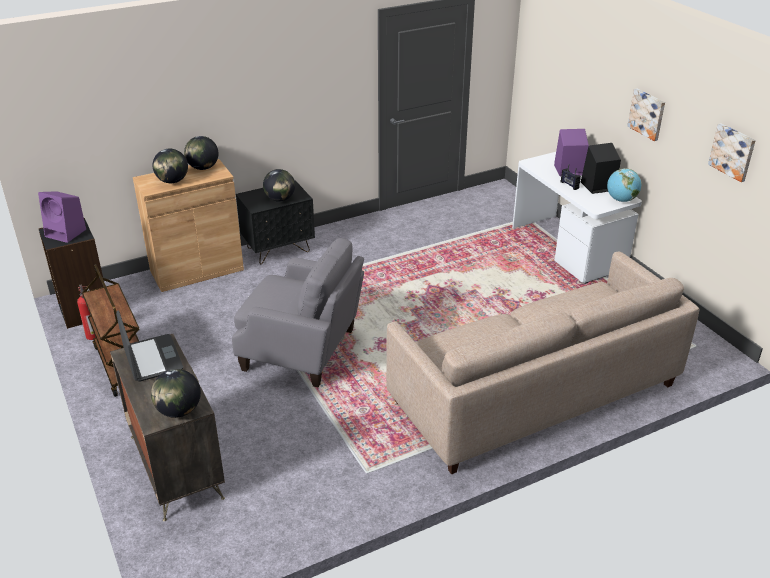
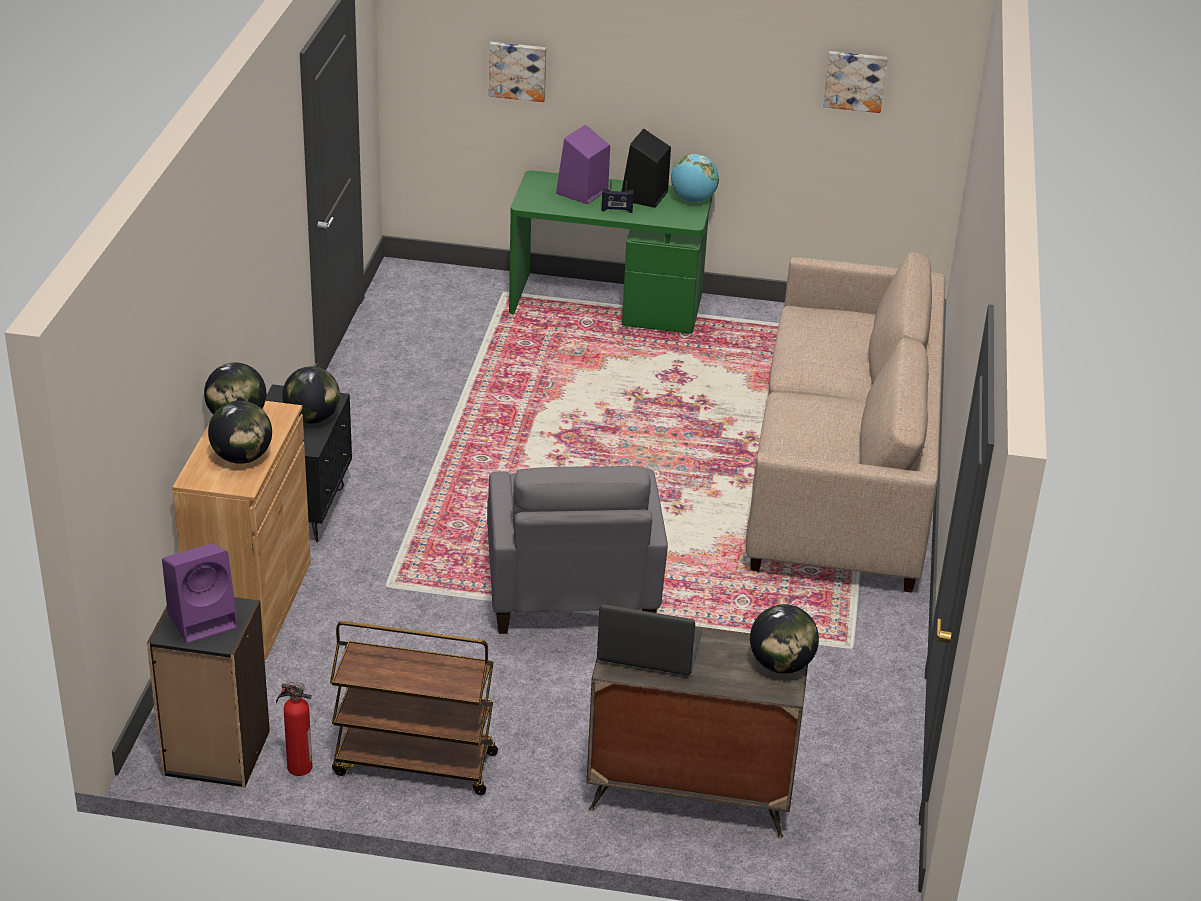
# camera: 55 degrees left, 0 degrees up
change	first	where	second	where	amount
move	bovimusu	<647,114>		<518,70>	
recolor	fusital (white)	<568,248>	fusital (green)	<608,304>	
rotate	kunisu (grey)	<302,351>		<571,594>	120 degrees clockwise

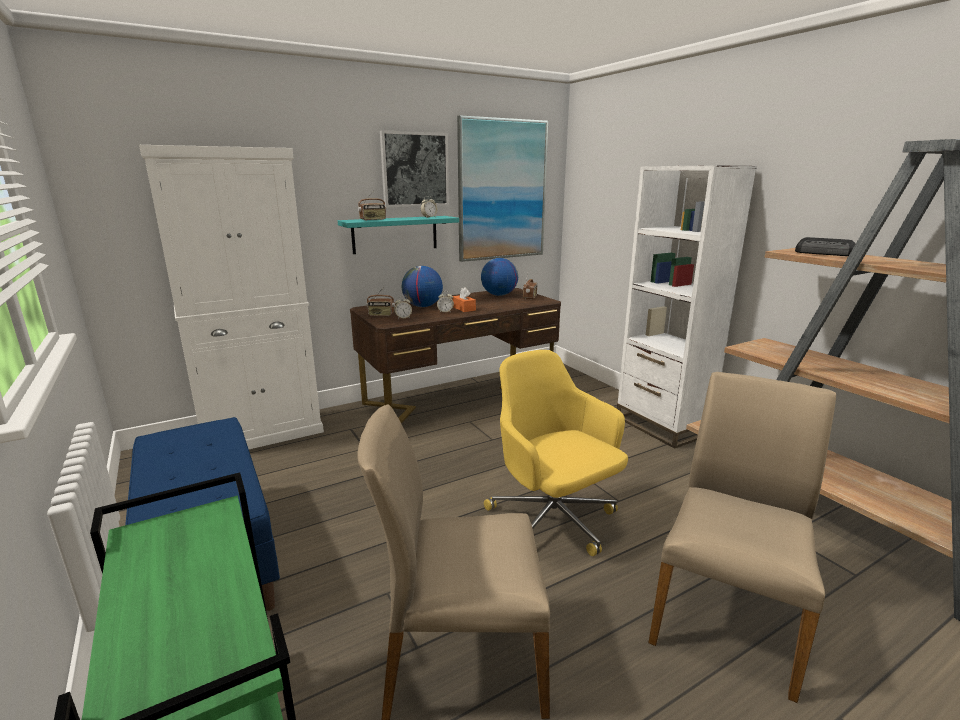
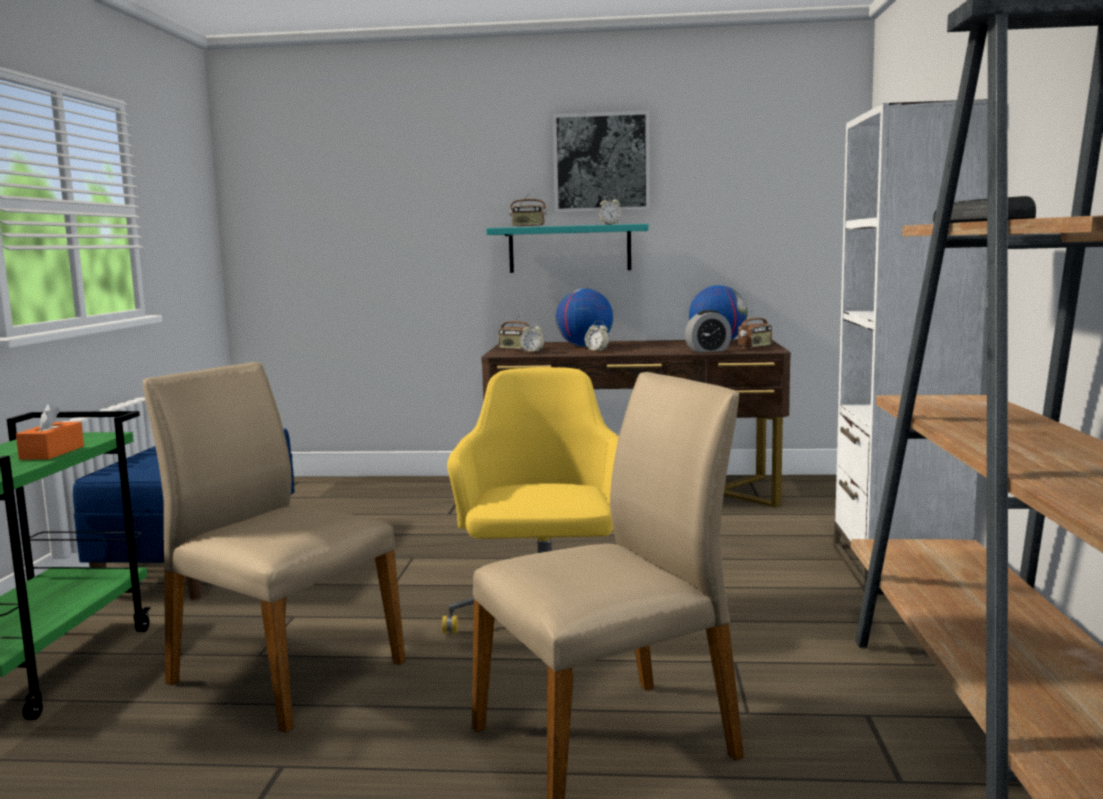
# camera: 35 degrees right, 10 degrees down
change	first	where	second	where	amount
delete	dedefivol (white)	<262,433>			
delete	bovimusu	<502,190>			
insert			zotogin	<708,350>	
move	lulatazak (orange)	<464,308>		<52,452>	

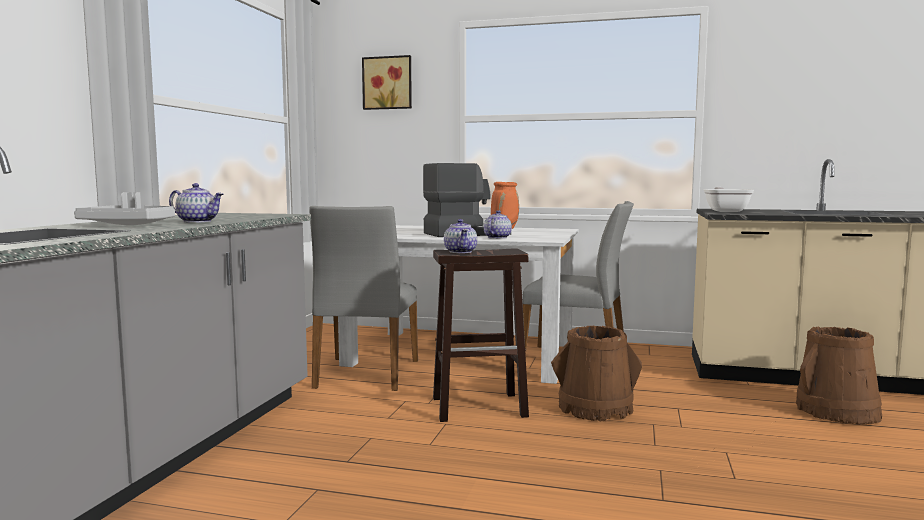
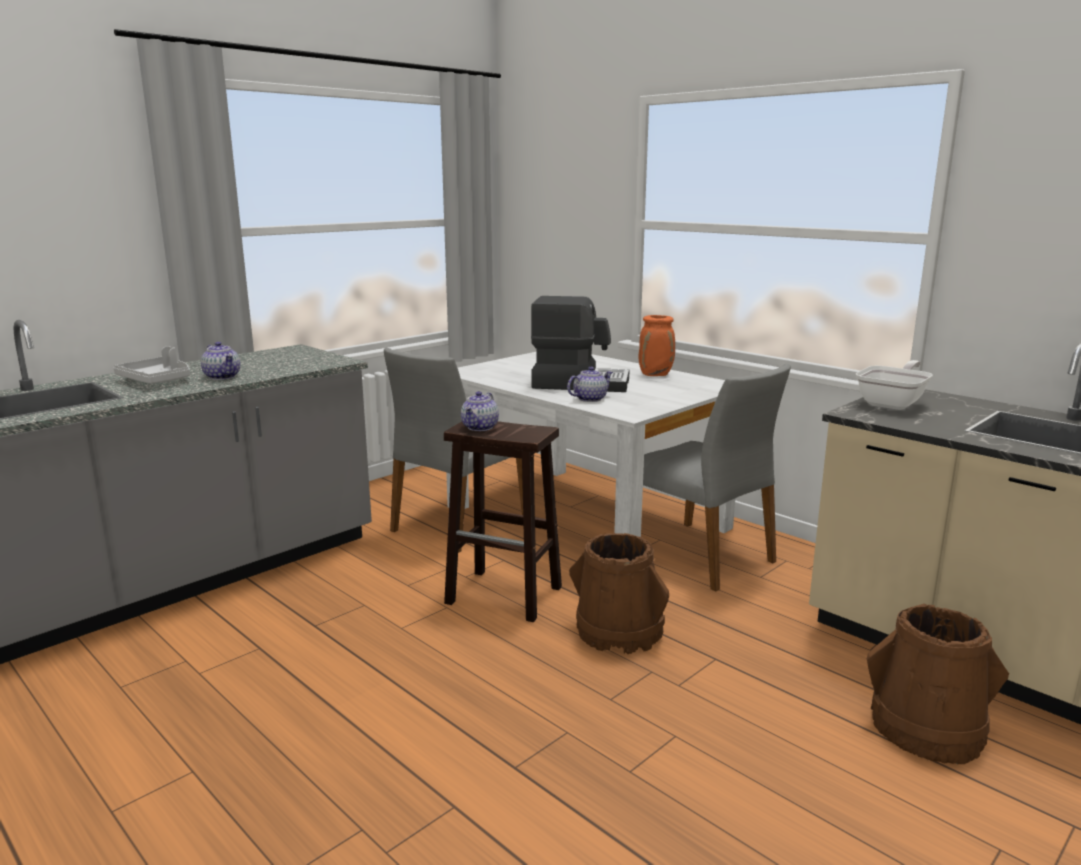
# camera: 30 degrees right, 10 degrees up
change	first	where	second	where	amount
delete	bovimusu	<388,83>			

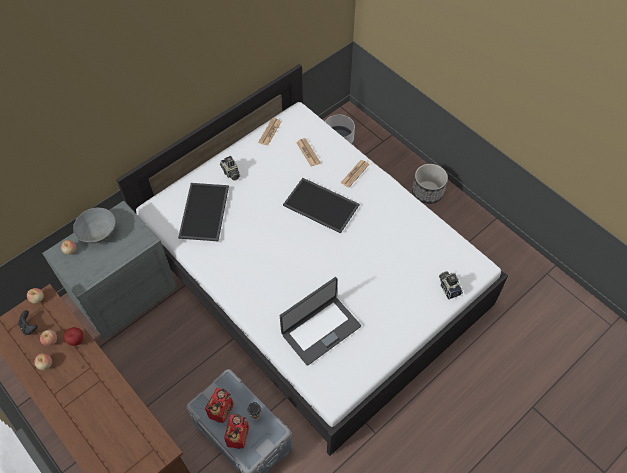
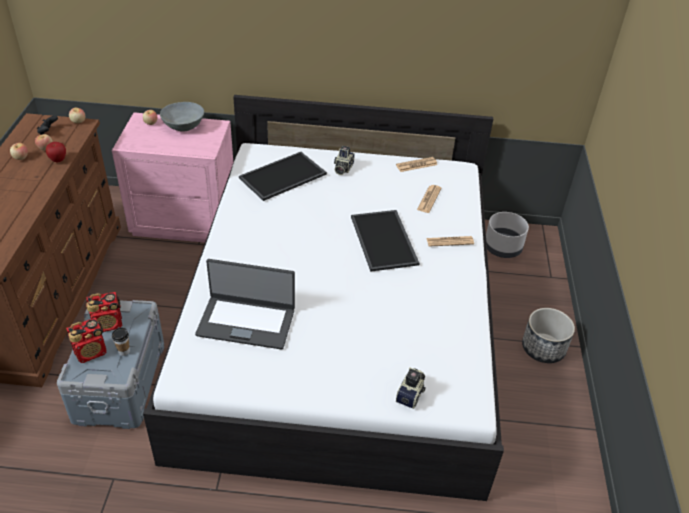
# camera: 45 degrees right, 15 degrees down
change	first	where	second	where	amount
recolor	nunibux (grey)	<125,294>	nunibux (pink)	<185,220>	

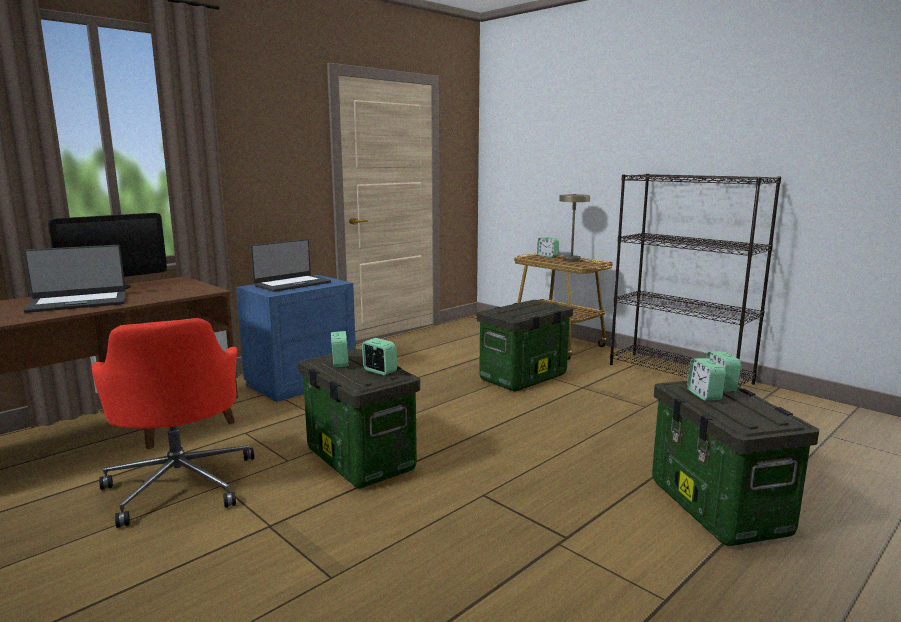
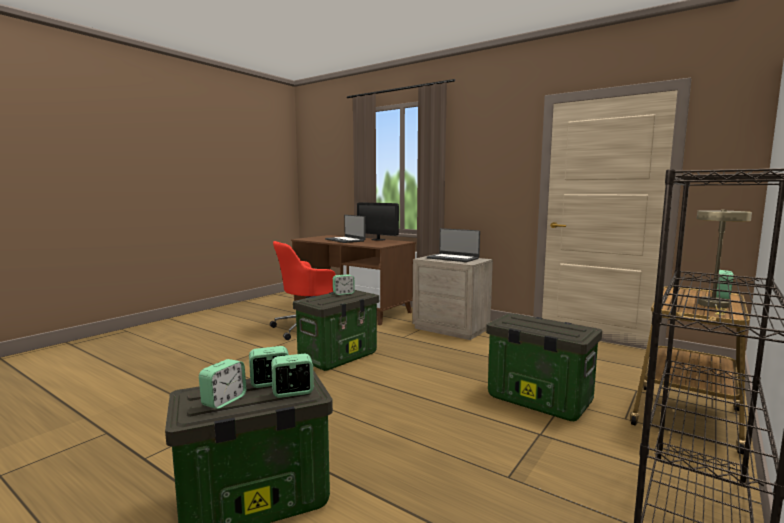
# camera: 80 degrees right, 5 degrees down
change	first	where	second	where	amount
move	zotogin	<379,371>		<224,401>	
recolor	nunibux (blue)	<300,382>	nunibux (beige)	<451,328>	

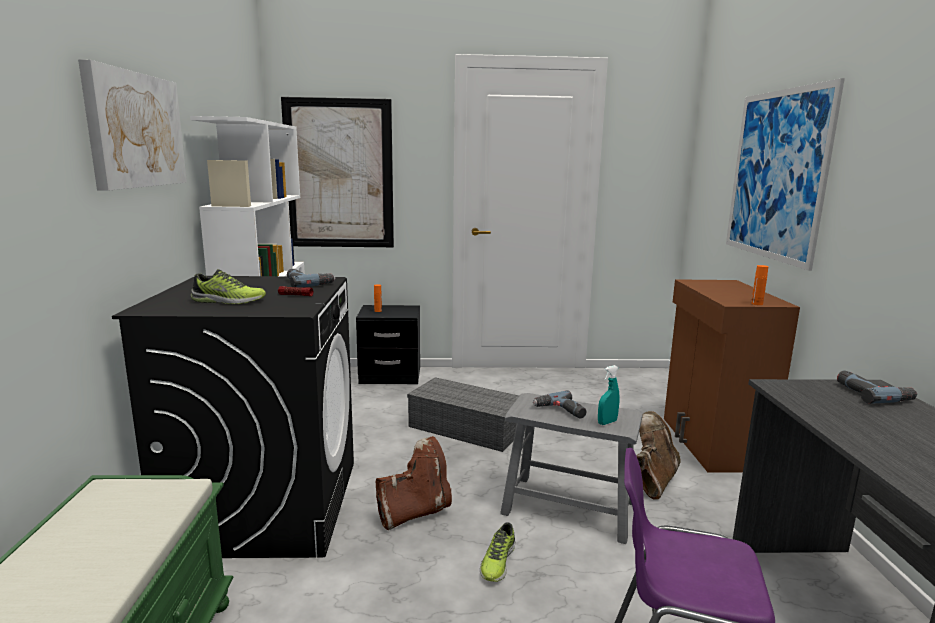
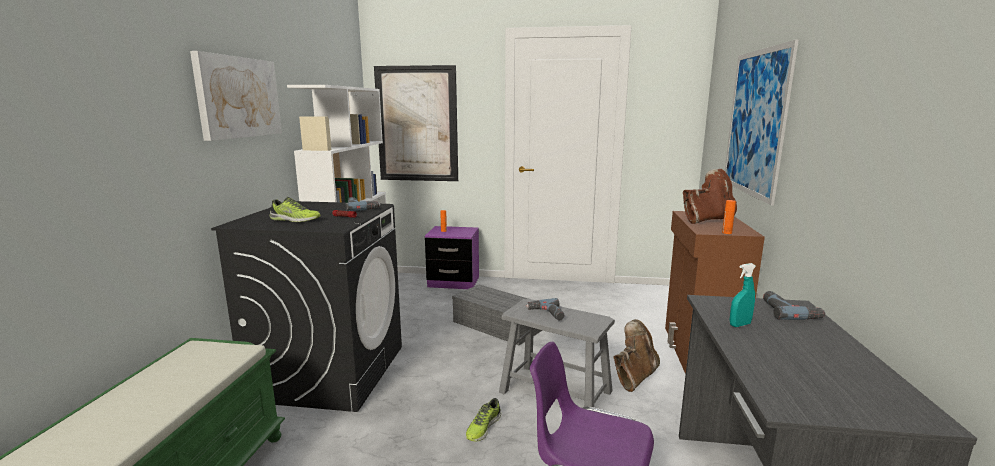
# camera: 10 degrees right, 0 degrees up
change	first	where	second	where	amount
move	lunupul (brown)	<415,512>		<707,219>	
move	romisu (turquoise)	<607,422>		<740,325>	
recolor	nunibux (black)	<390,376>	nunibux (purple)	<453,282>	

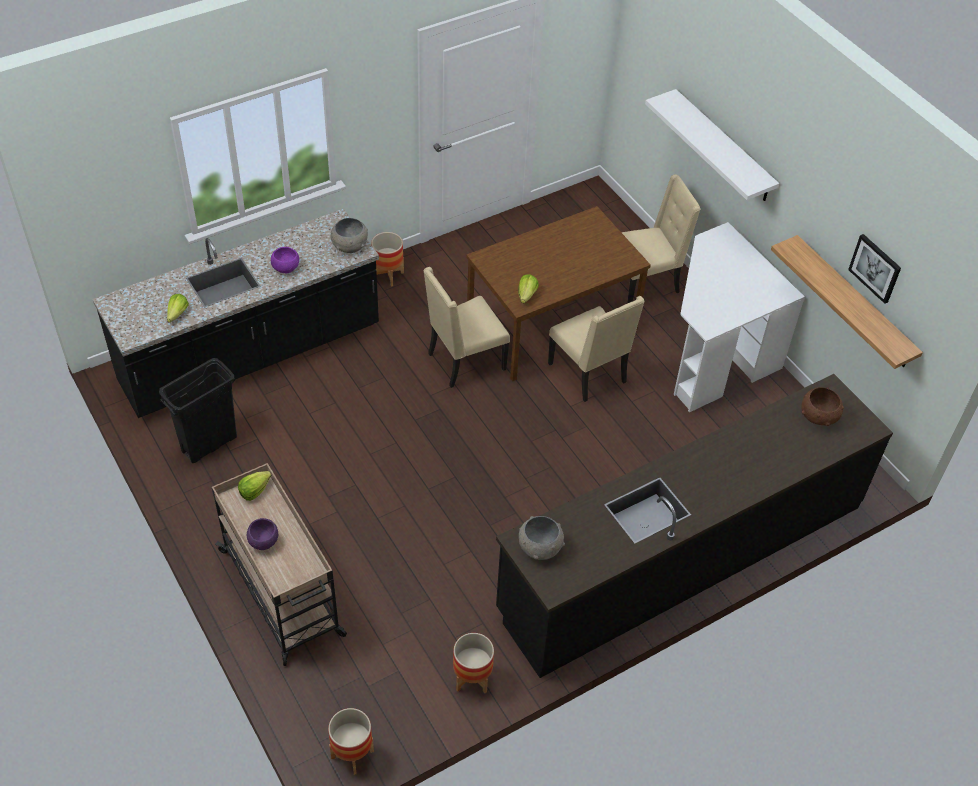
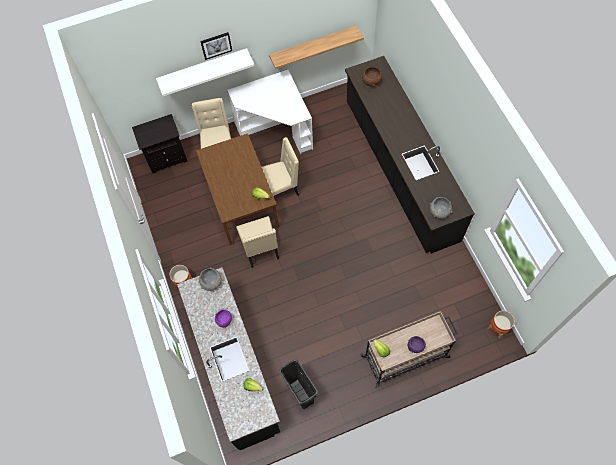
# camera: 75 degrees left, 15 degrees up
change	first	where	second	where	amount
delete	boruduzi	<472,678>			
insert			nunibux (black)	<167,157>	
move	bovimusu	<875,268>		<216,45>	

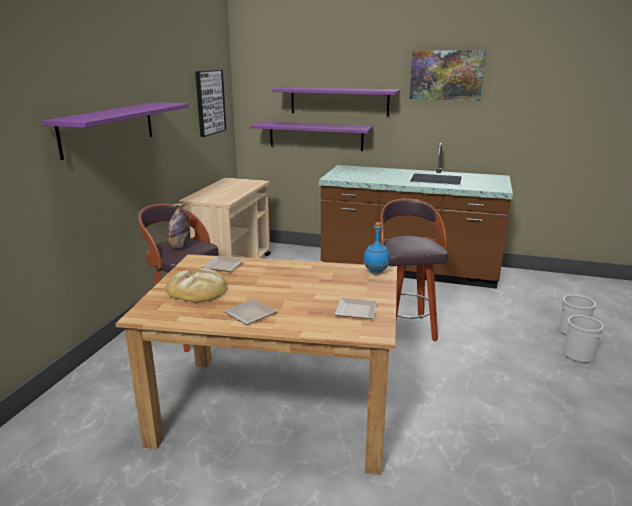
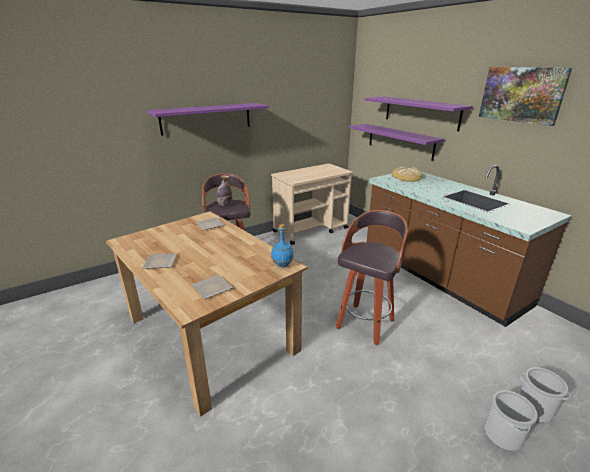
# camera: 40 degrees right, 5 degrees up
change	first	where	second	where	amount
delete	bovimusu	<209,102>			
move	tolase	<197,289>		<407,177>	

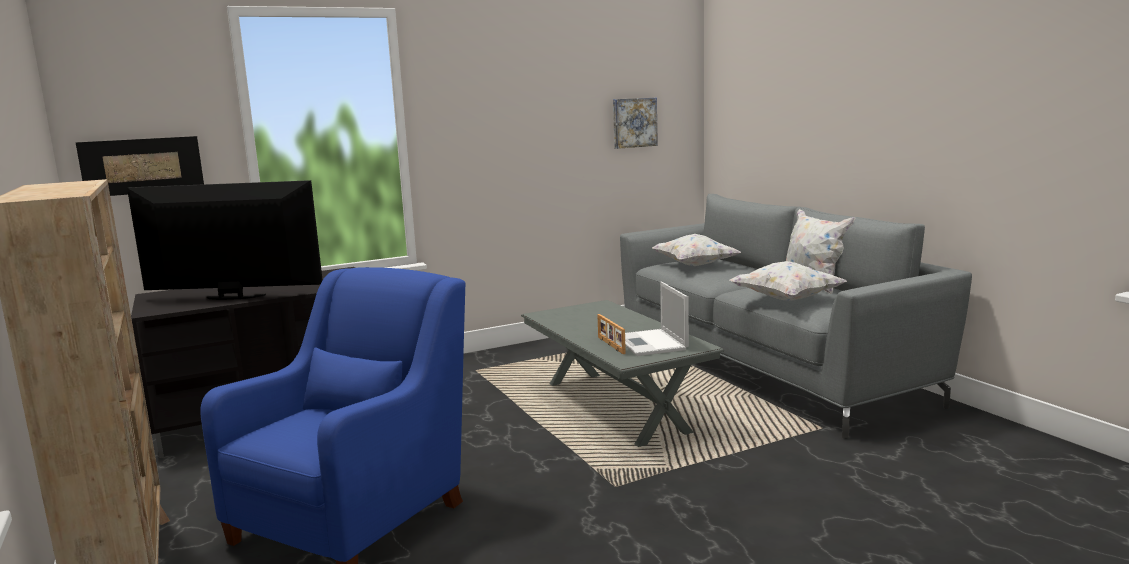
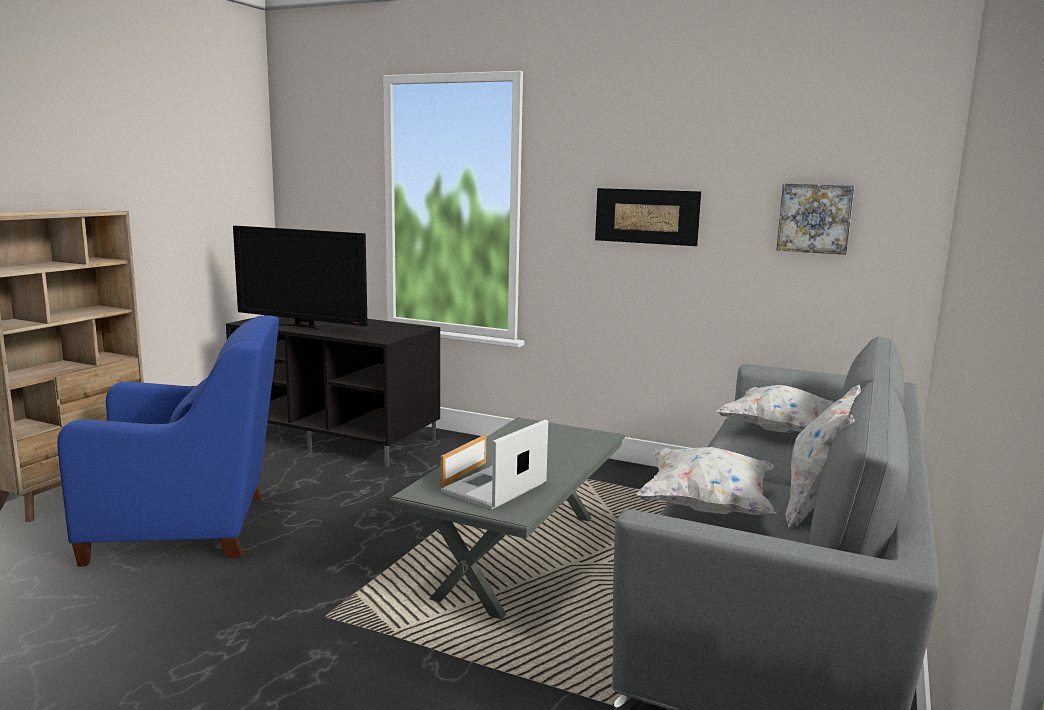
# camera: 50 degrees right, 0 degrees up
change	first	where	second	where	amount
move	bovimusu	<142,166>		<646,216>	
rotate	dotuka	<233,297>		<302,326>	150 degrees clockwise

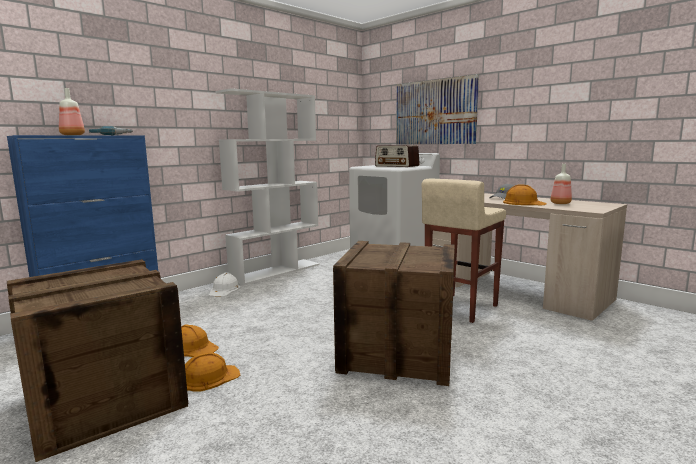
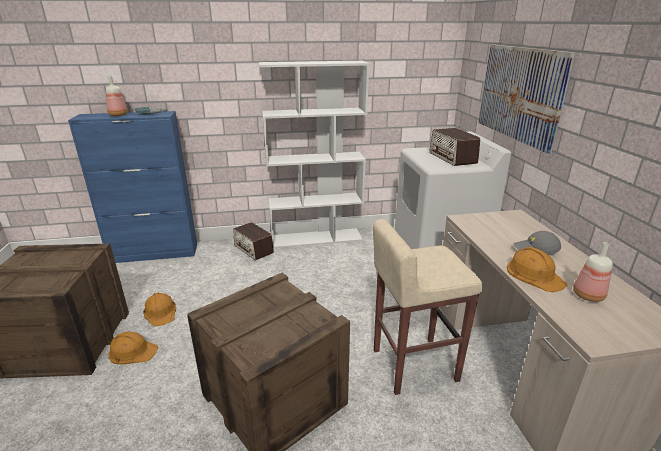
# camera: 35 degrees right, 15 degrees up
change	first	where	second	where	amount
replace	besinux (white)	<224,290>	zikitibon	<253,249>	

